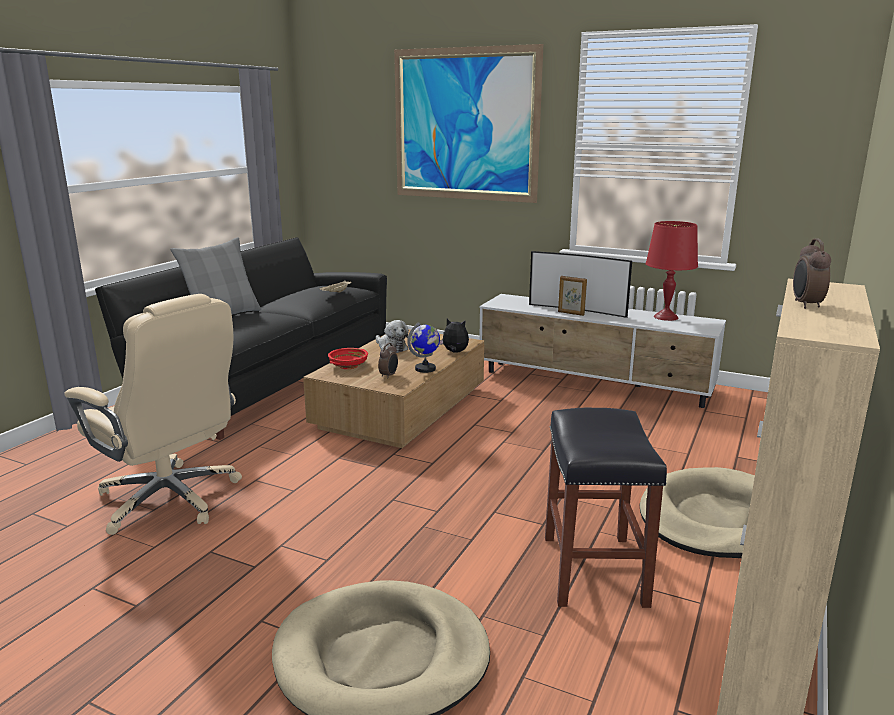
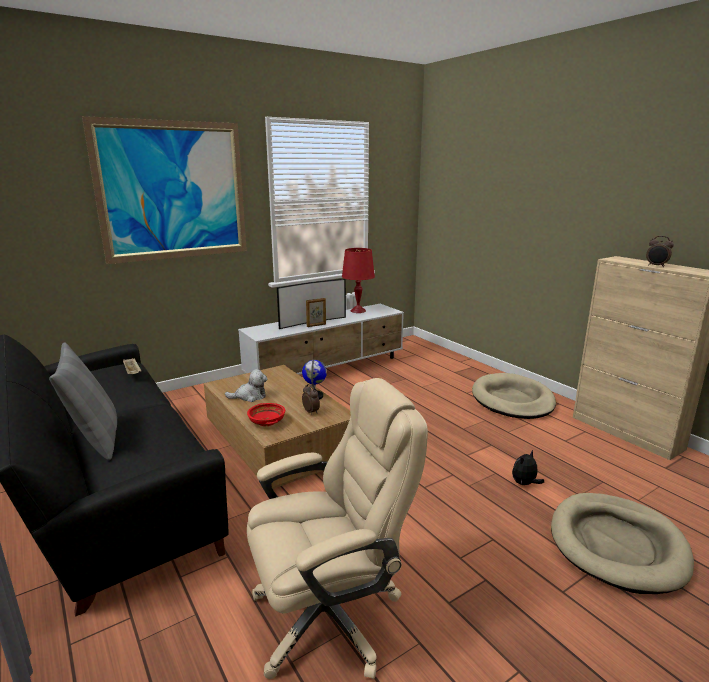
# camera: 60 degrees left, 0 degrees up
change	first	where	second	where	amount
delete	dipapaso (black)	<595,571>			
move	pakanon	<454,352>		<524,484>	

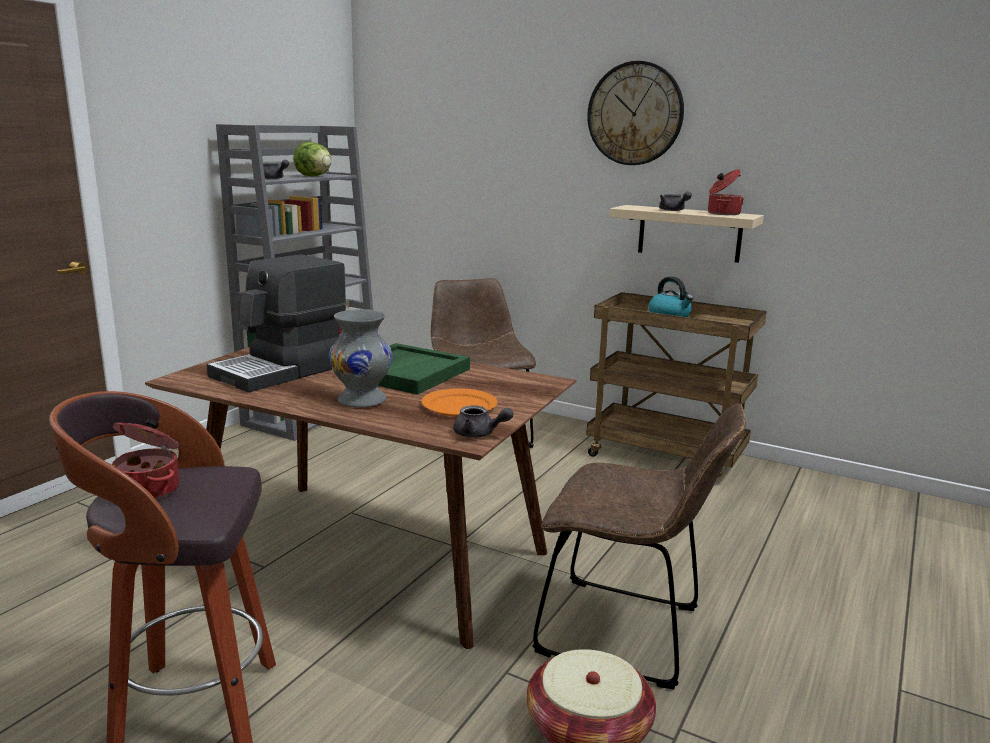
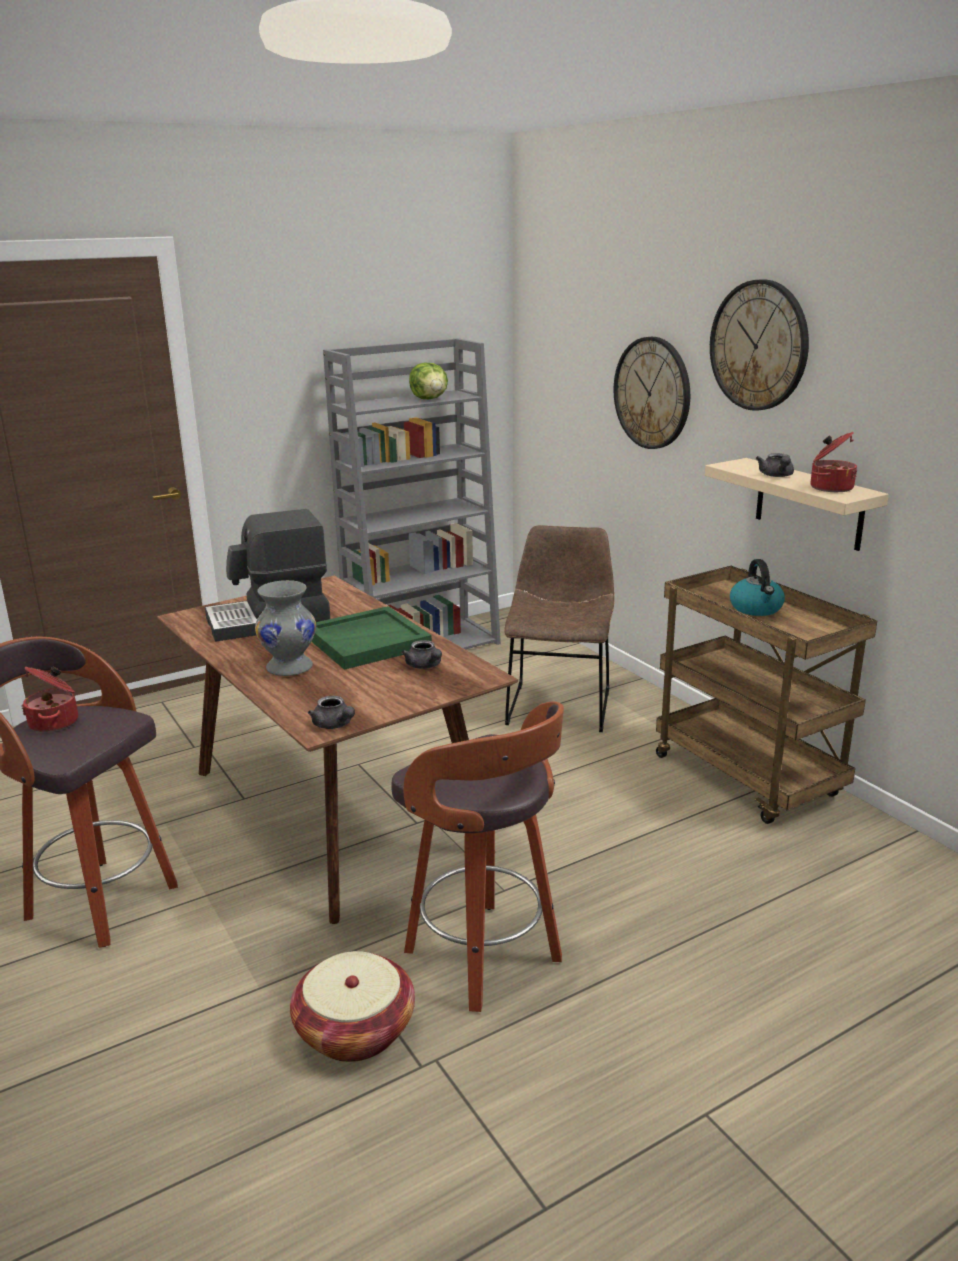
# camera: 30 degrees right, 5 degrees up
change	first	where	second	where	amount
delete	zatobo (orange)	<459,406>			
insert			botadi	<652,393>	
move	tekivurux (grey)	<273,179>		<425,666>	
replace	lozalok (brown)	<628,633>	dipapaso	<486,958>	

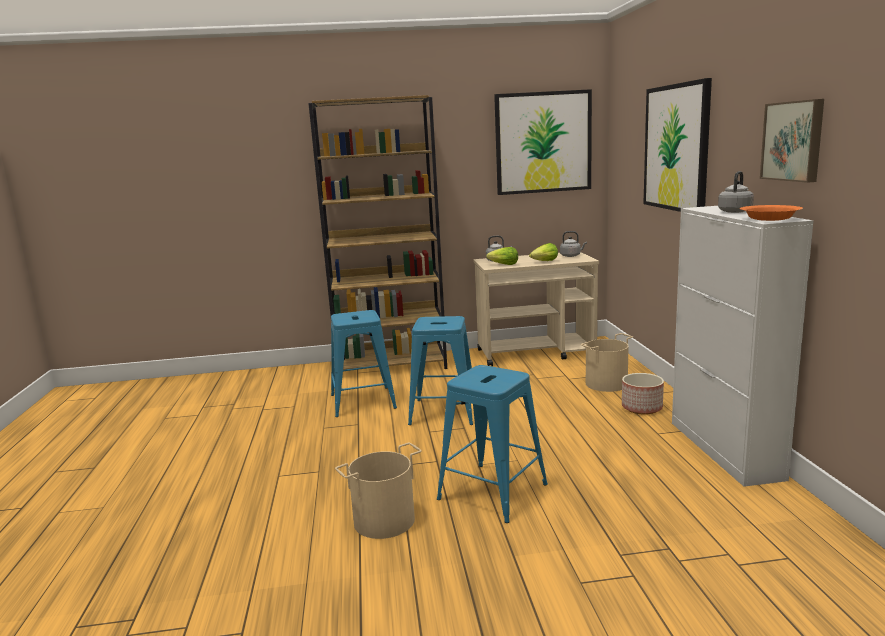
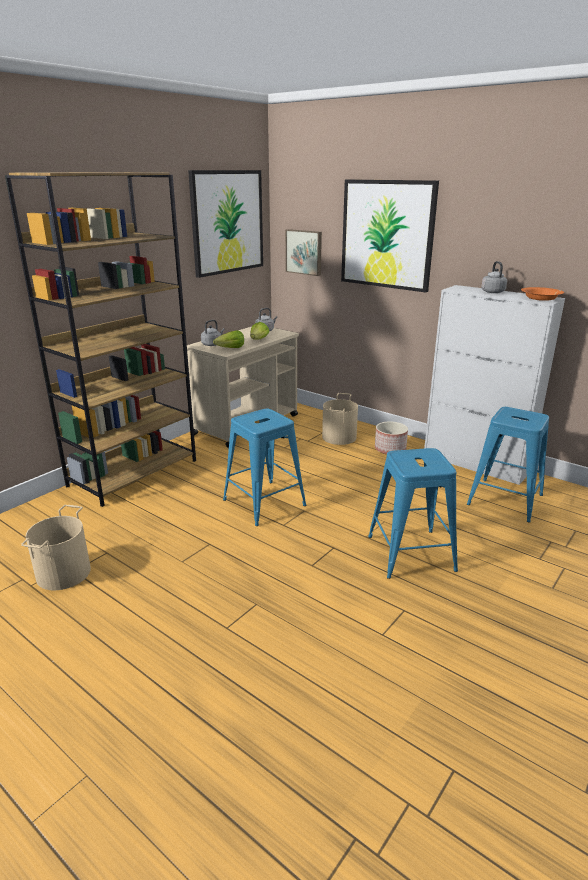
# camera: 45 degrees left, 10 degrees up
change	first	where	second	where	amount
move	dipapaso (blue)	<362,401>		<504,500>	
move	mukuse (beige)	<384,521>		<64,573>	
move	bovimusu	<794,141>		<304,252>	

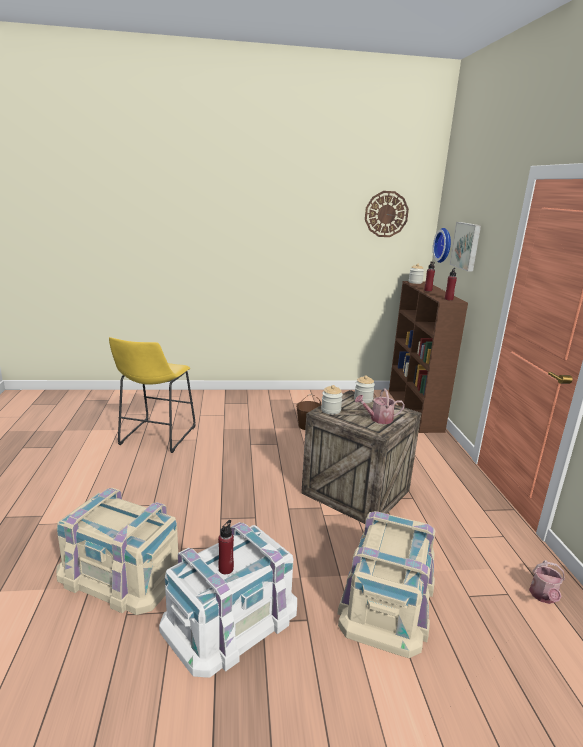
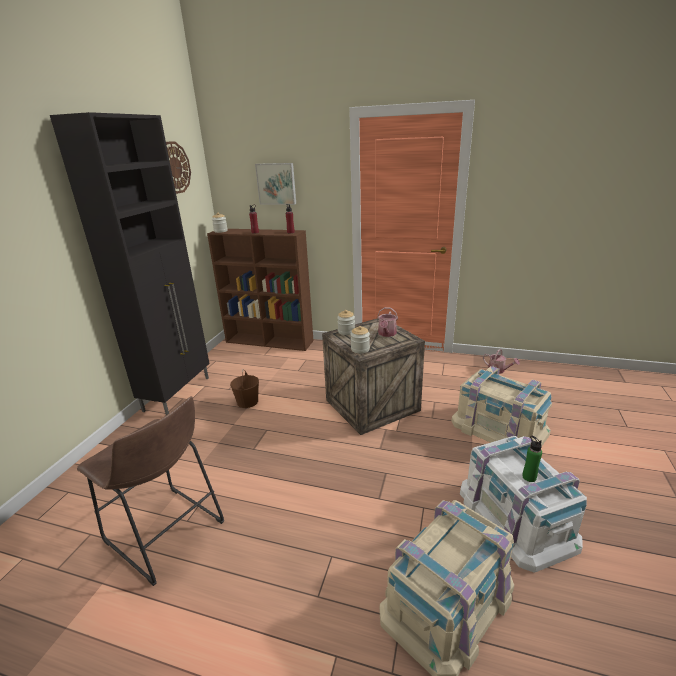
# camera: 65 degrees left, 5 degrees up
change	first	where	second	where	amount
delete	botadi	<444,245>			
insert			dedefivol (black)	<178,393>	
recolor	dipapaso (yellow)	<155,437>	dipapaso (brown)	<168,535>	
recolor	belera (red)	<226,569>	belera (green)	<529,477>	

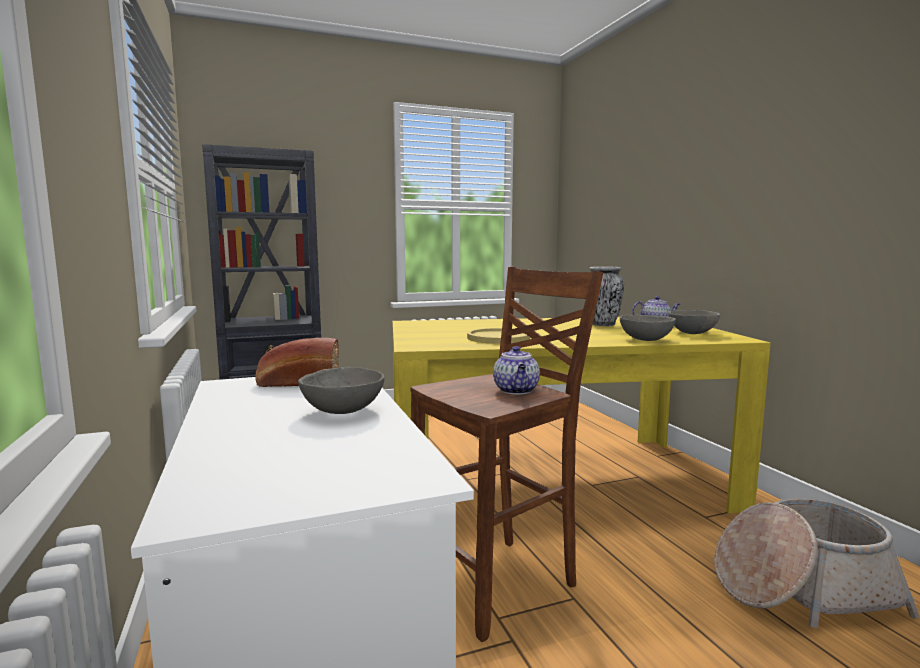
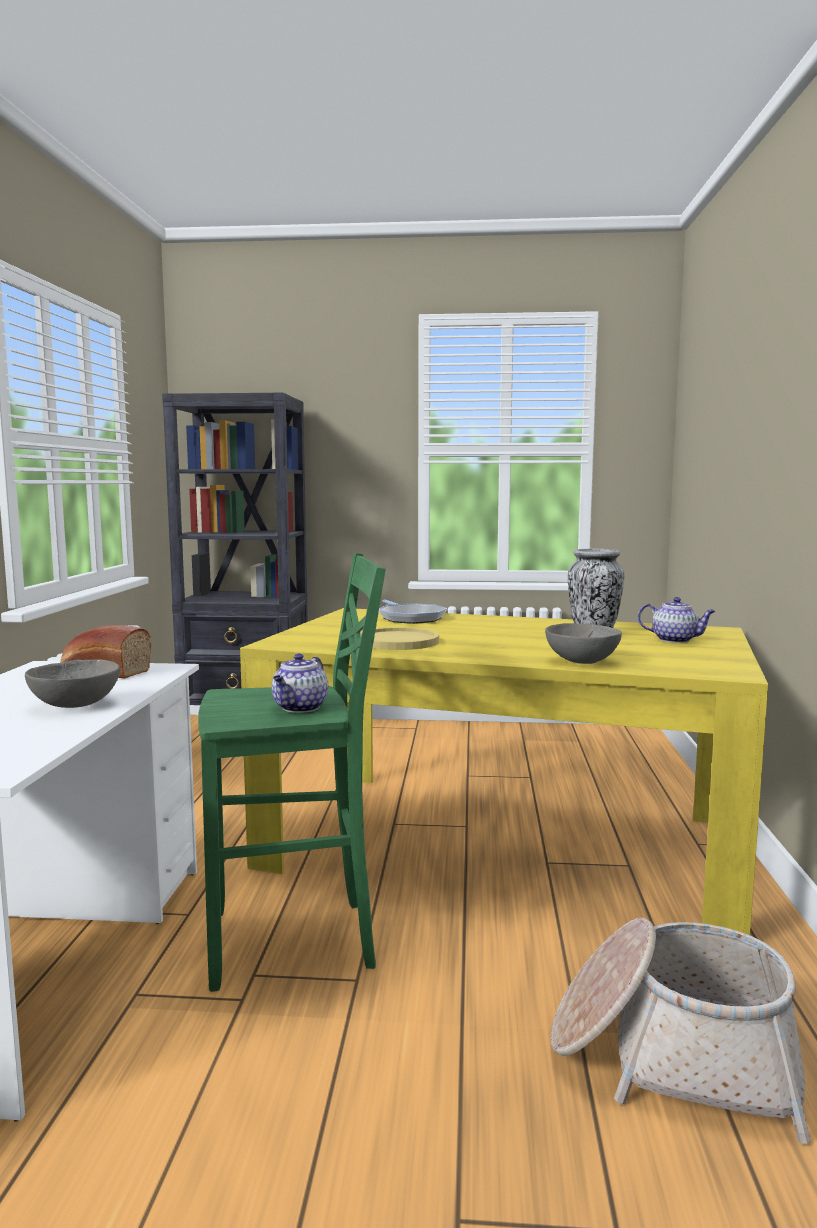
# camera: 25 degrees right, 0 degrees up
change	first	where	second	where	amount
delete	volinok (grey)	<693,333>			
insert			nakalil	<410,618>	
recolor	dipapaso (brown)	<499,582>	dipapaso (green)	<295,942>	

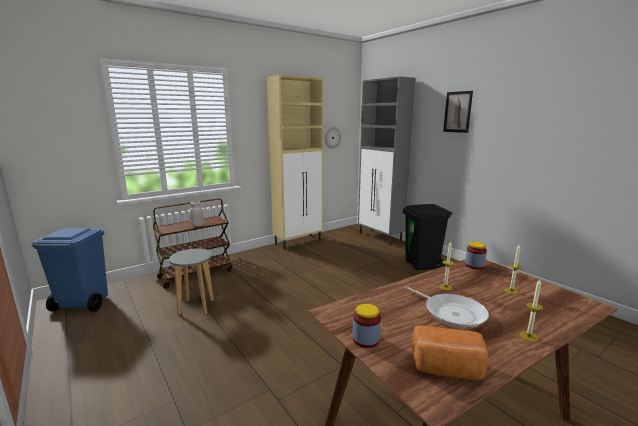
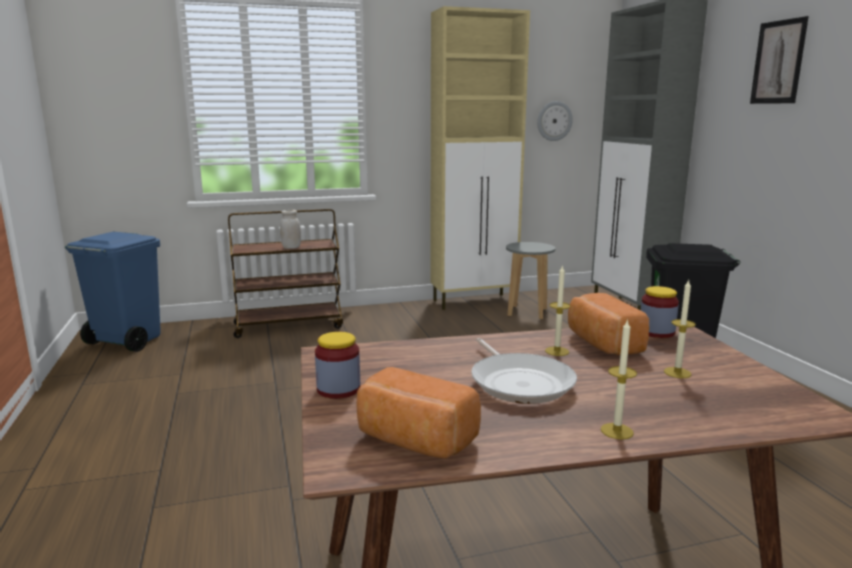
# camera: 20 degrees right, 0 degrees up
change	first	where	second	where	amount
insert			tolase	<601,343>	
move	dipapaso (grey)	<196,307>		<527,312>	

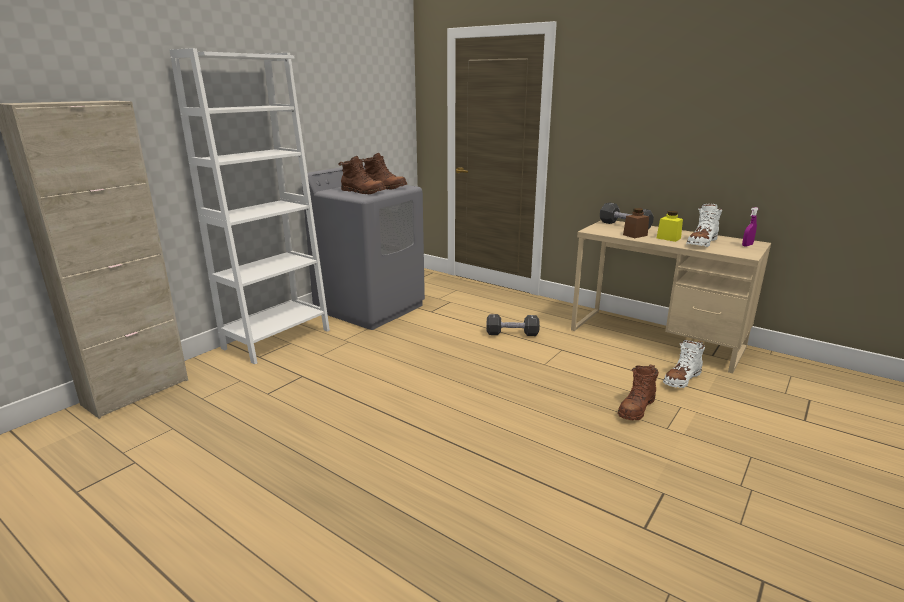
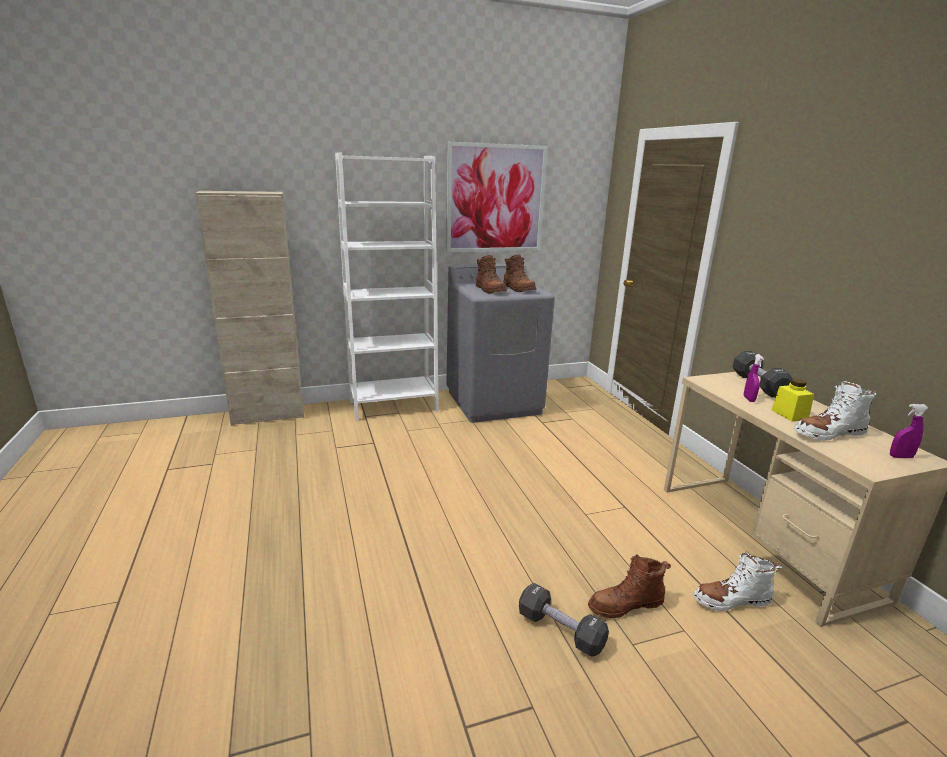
# camera: 35 degrees right, 0 degrees up
change	first	where	second	where	amount
insert			bovimusu	<496,199>	
move	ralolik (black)	<512,333>		<560,630>	
replace	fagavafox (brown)	<635,235>	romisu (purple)	<749,399>	

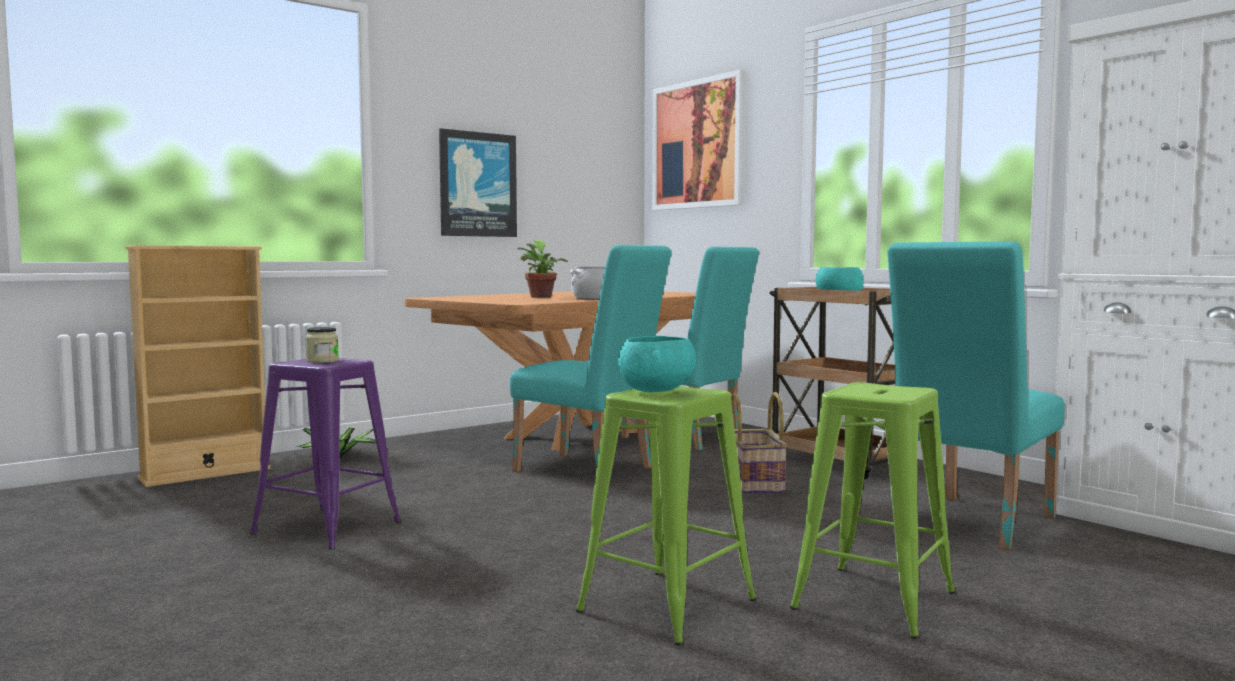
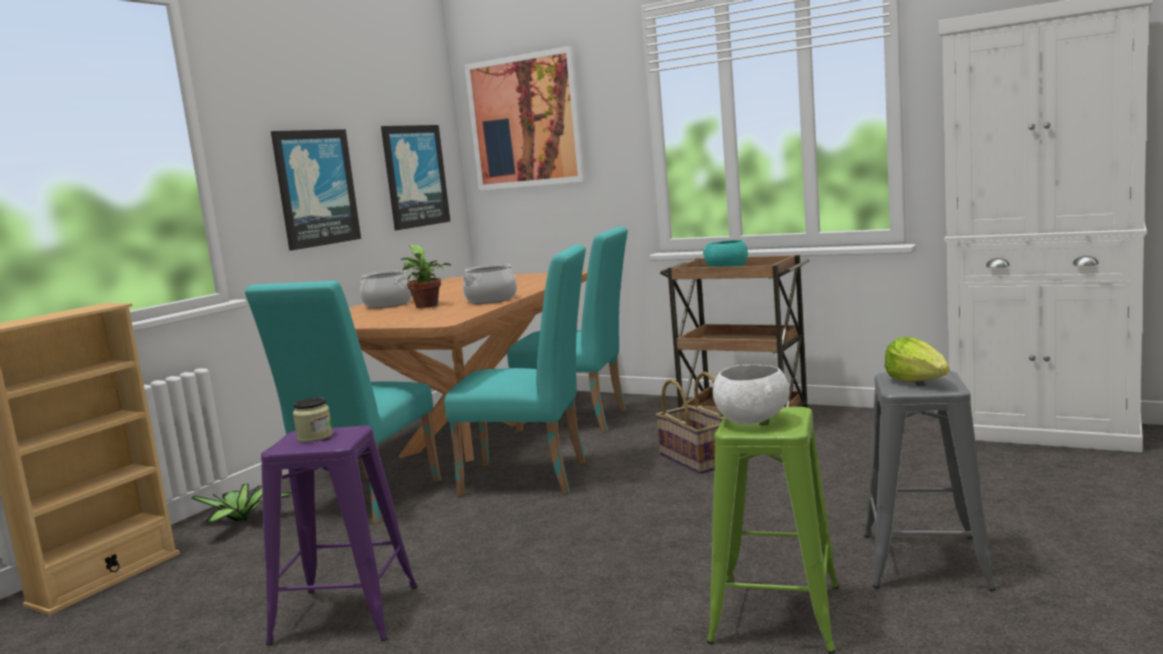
# camera: 20 degrees left, 5 degrees up
change	first	where	second	where	amount
insert			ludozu	<388,304>	
insert			bovimusu	<415,176>	
insert			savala	<918,381>	
move	lozalok (turquoise)	<968,524>		<365,502>	
recolor	volinok (turquoise)	<657,391>	volinok (white)	<753,421>	
recolor	dipapaso (green)	<875,600>	dipapaso (grey)	<925,560>	

